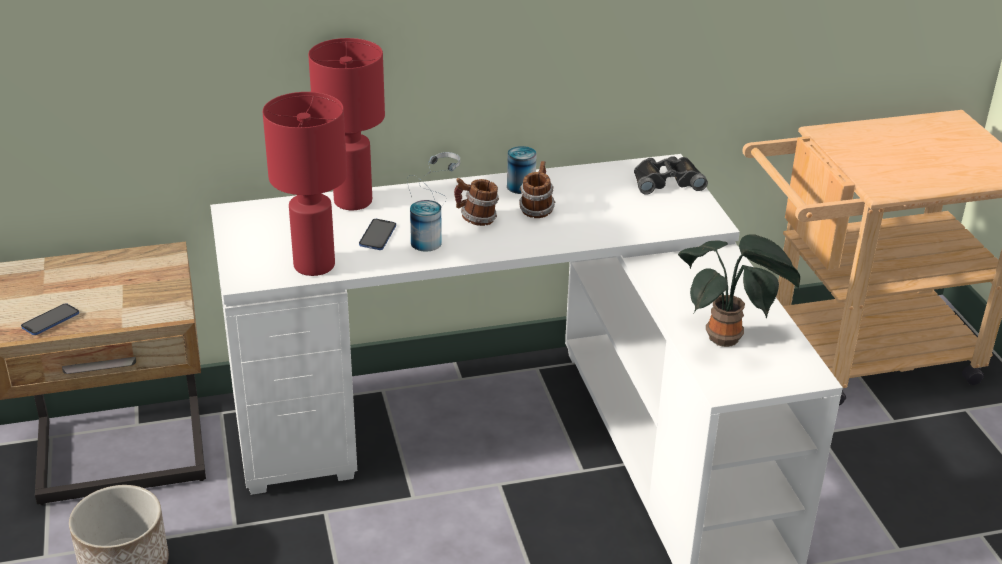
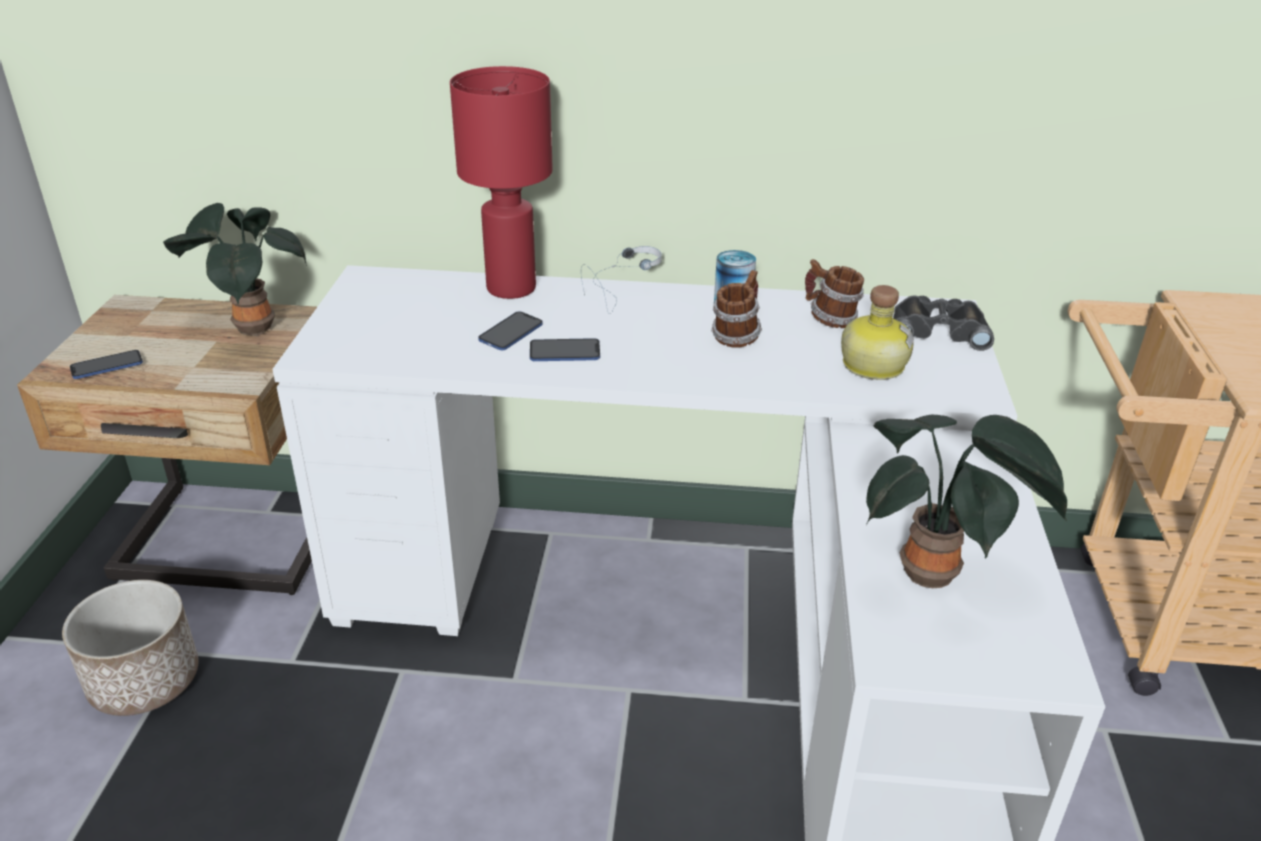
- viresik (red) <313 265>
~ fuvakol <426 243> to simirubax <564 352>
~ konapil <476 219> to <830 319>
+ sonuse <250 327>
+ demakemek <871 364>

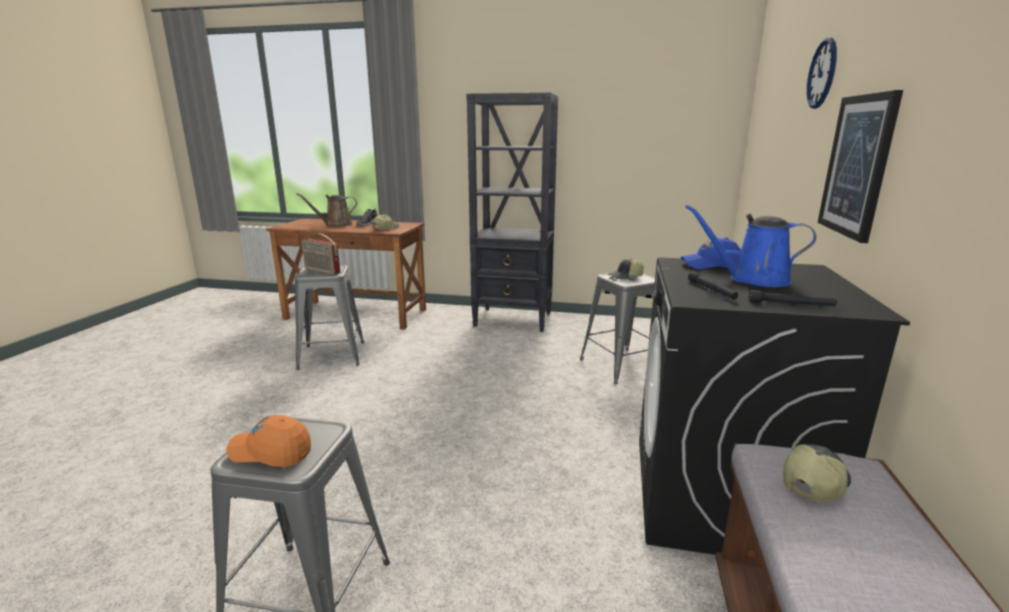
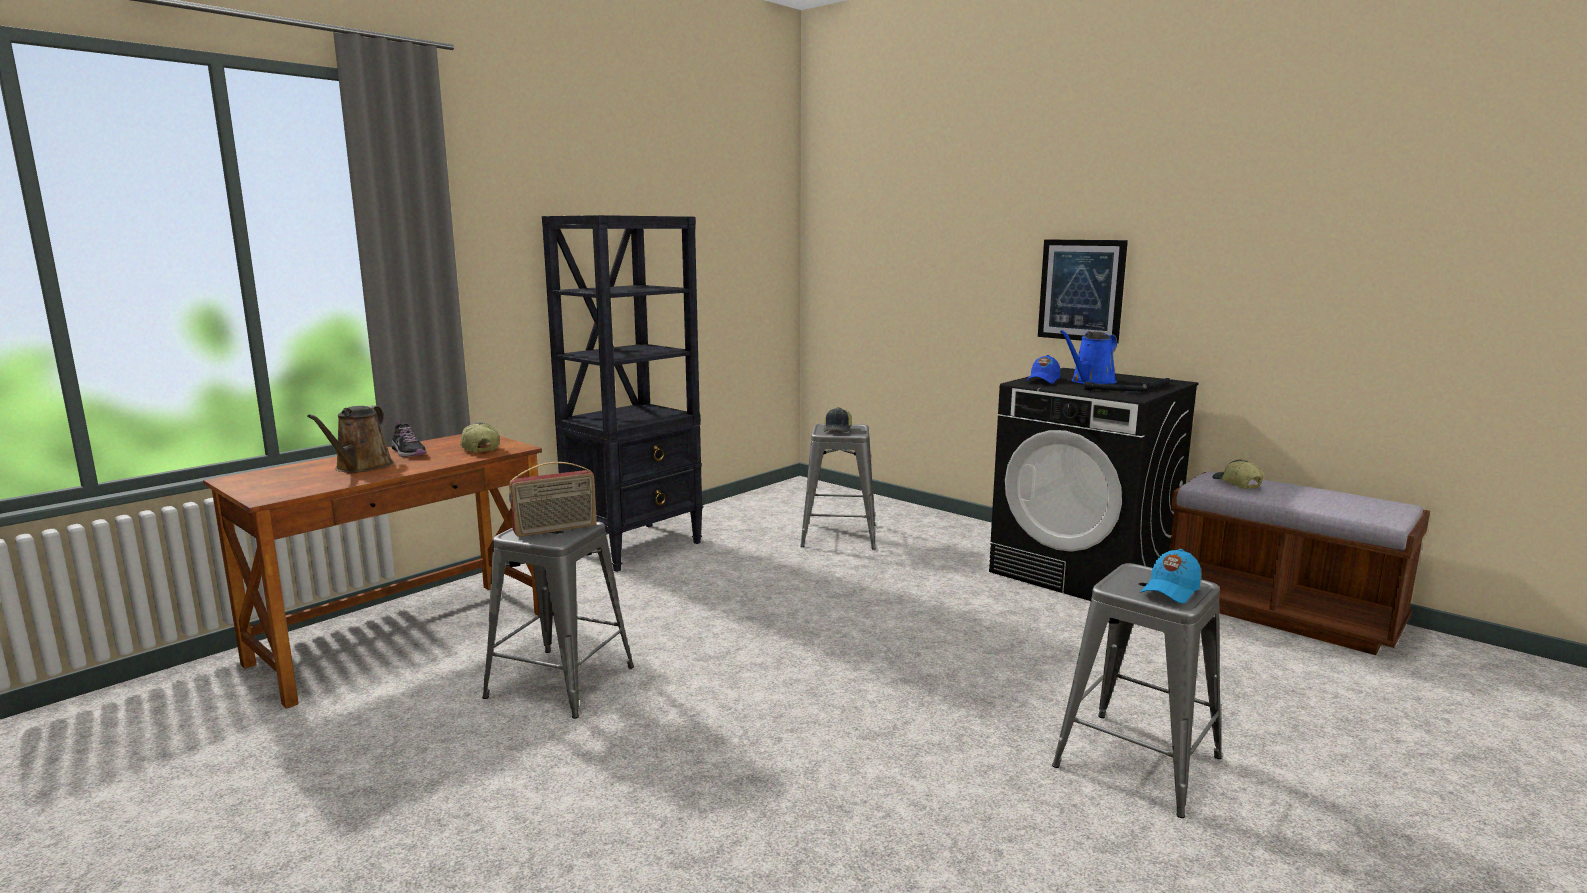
~ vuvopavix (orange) <271 452> to vuvopavix (blue) <1170 590>
- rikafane <822 73>

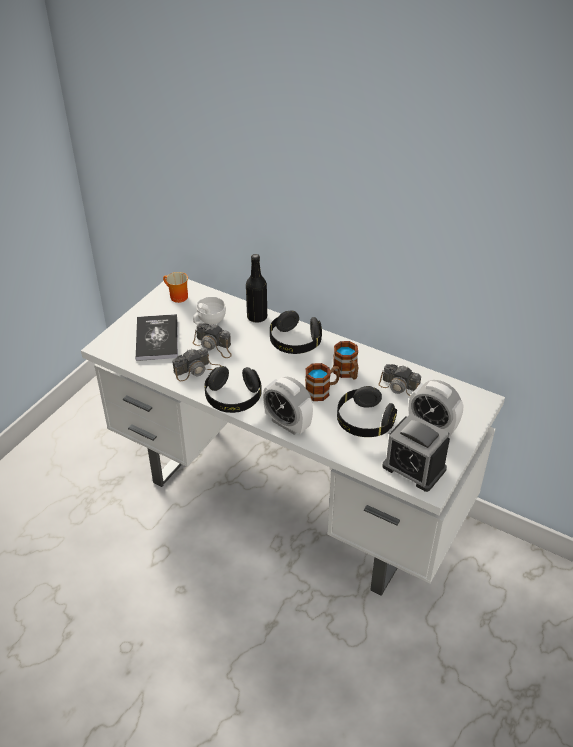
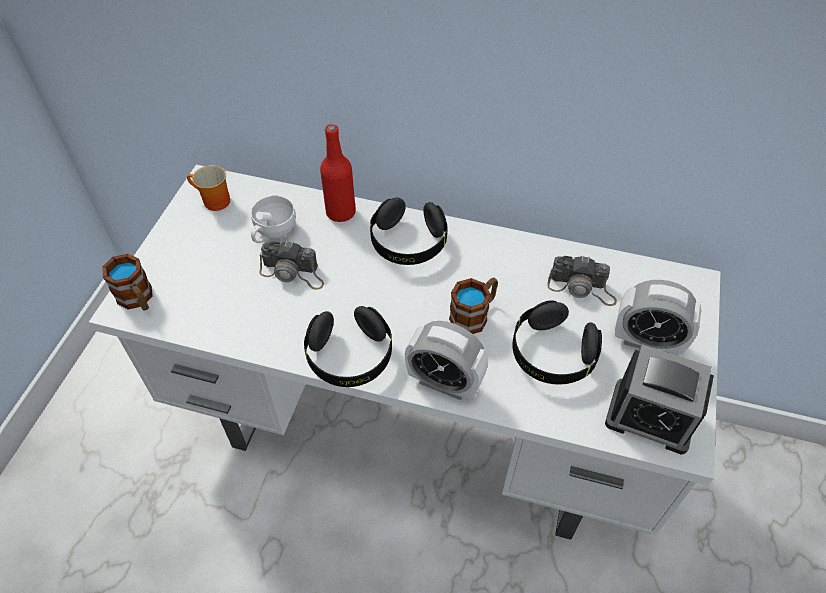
- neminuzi <157 338>
- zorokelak <197 370>
~ demakemek (black) <257 317> to demakemek (red) <341 212>
~ konapil <347 373> to <138 299>

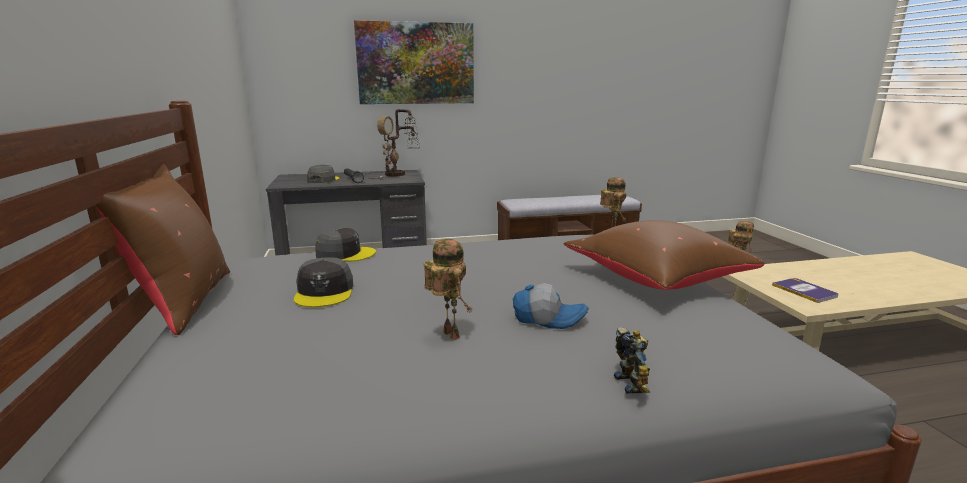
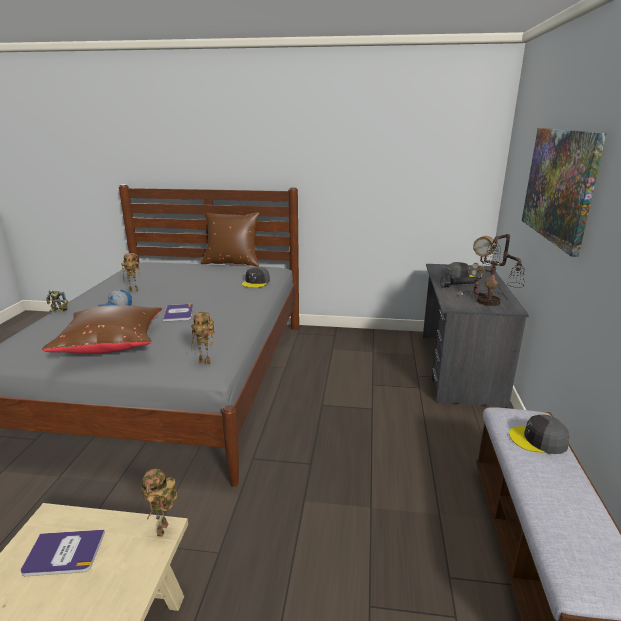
~ vuvopavix (grey) <325 292> to <538 440>
+ neminuzi <178 313>

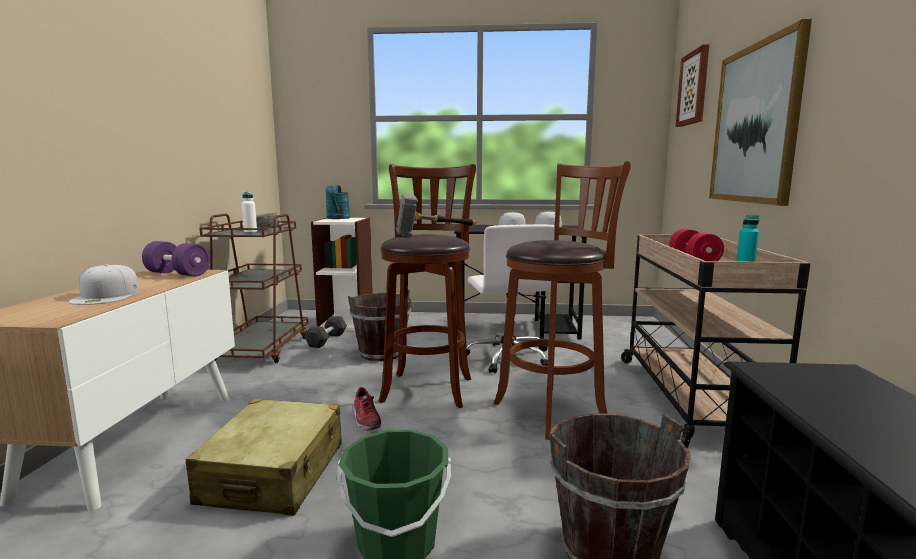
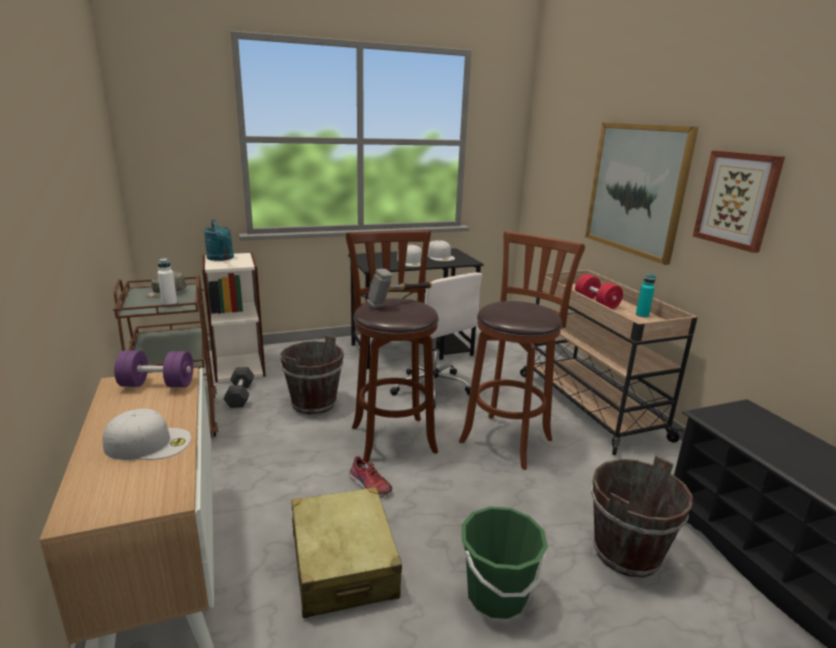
~ vuvopavix (white) <107 296> = <149 443> 60 degrees counterclockwise
~ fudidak <694 88> to <737 199>

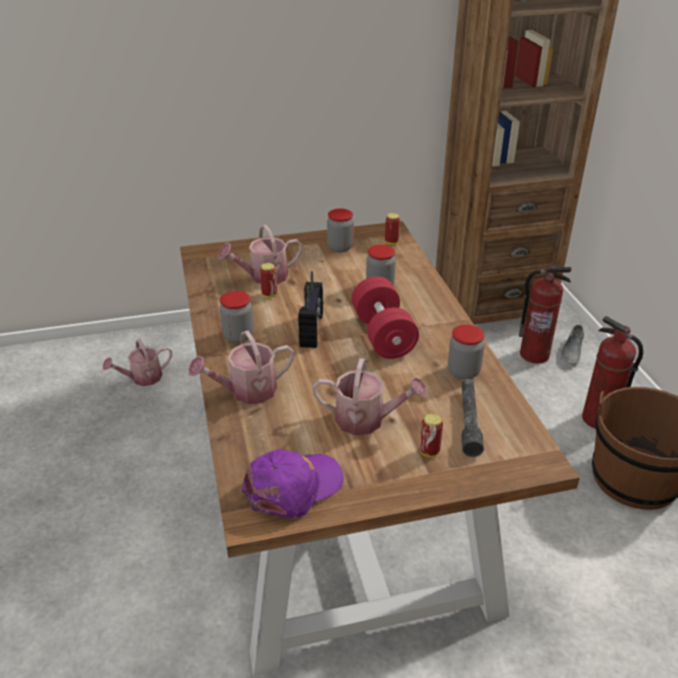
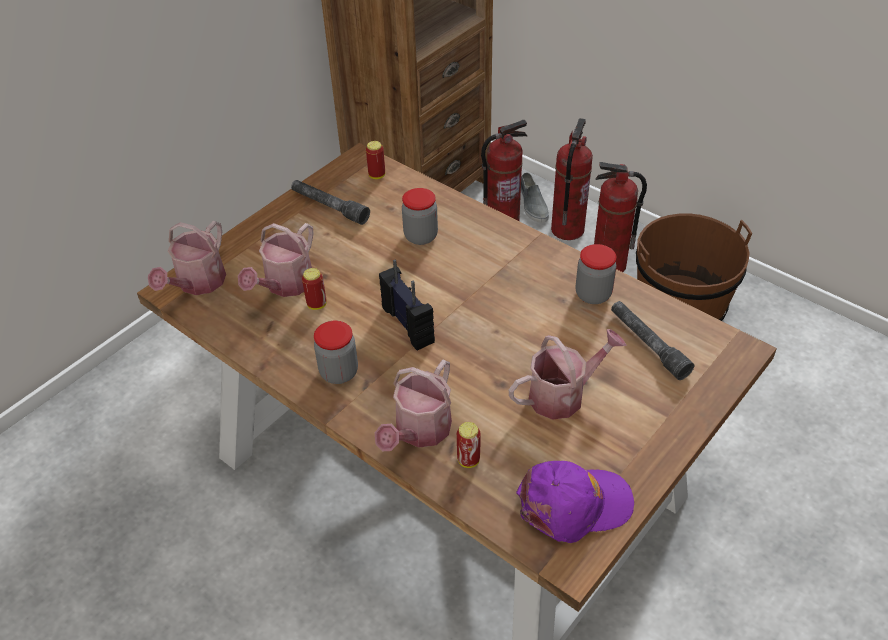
~ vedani <142 378> to <197 284>
~ vuvopavix (purple) <293 487> = <574 505> 60 degrees clockwise
~ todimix <340 247> to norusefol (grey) <329 207>
- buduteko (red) <383 335>
~ fuvakol <429 452> to <468 460>
+ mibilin <567 229>

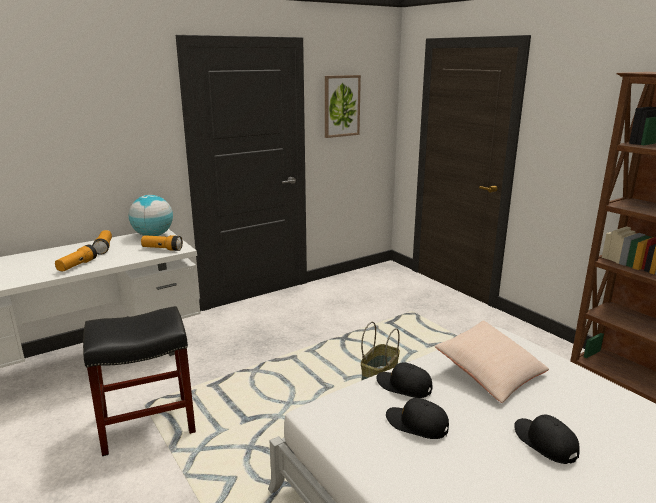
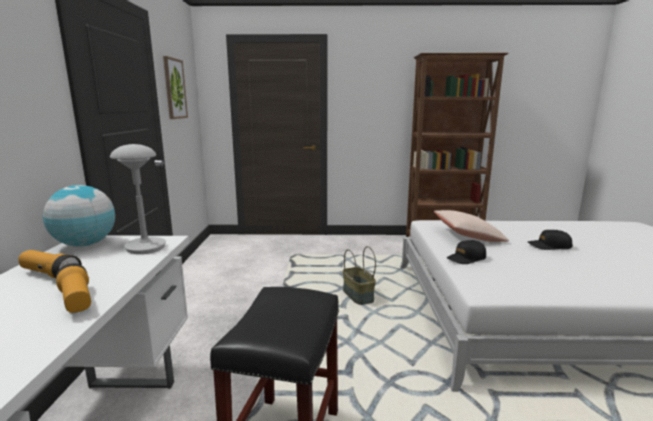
~ norusefol <162 249> to viresik (grey) <145 247>
- vuvopavix (black) <417 424>

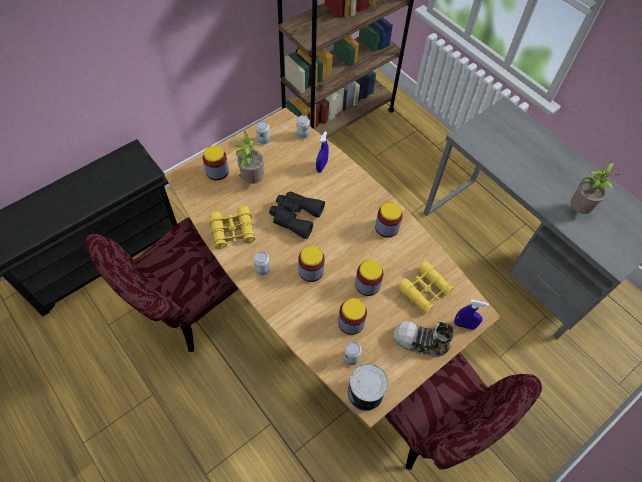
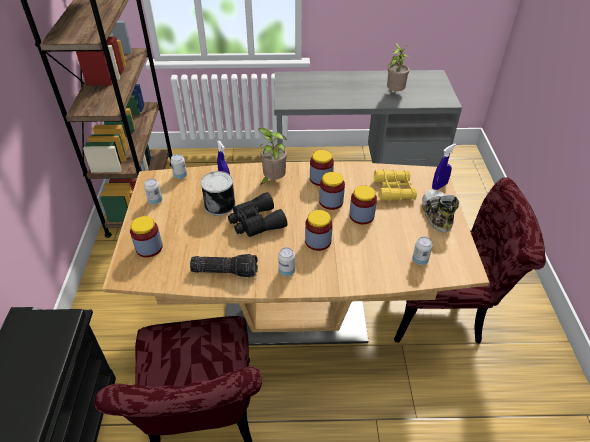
~ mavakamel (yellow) <233 231> to norusefol <226 270>
~ sonuse <251 180> to <272 180>
~ todimix <351 322> to <331 201>
~ fuvakol <366 393> to <220 204>
~ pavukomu <421 342> = <436 215> 120 degrees clockwise

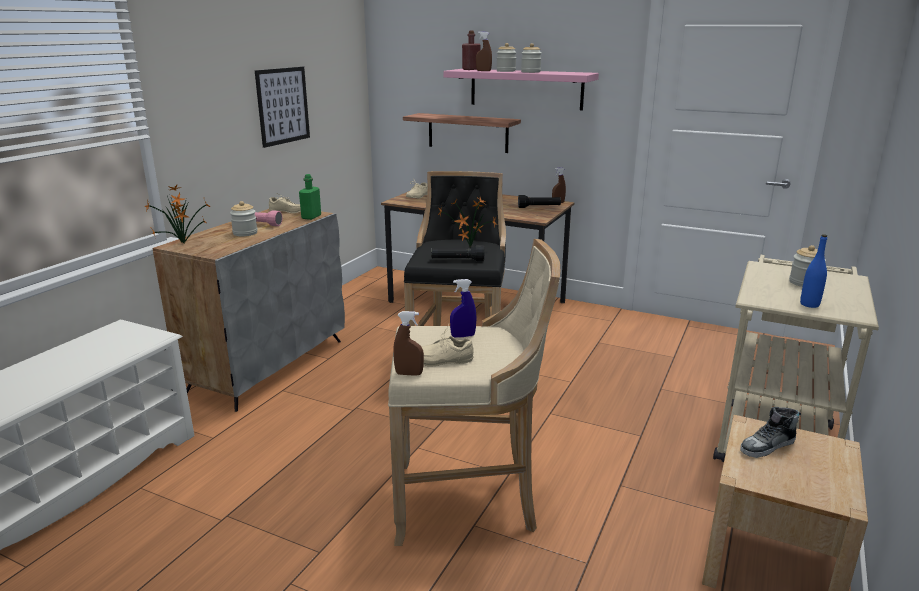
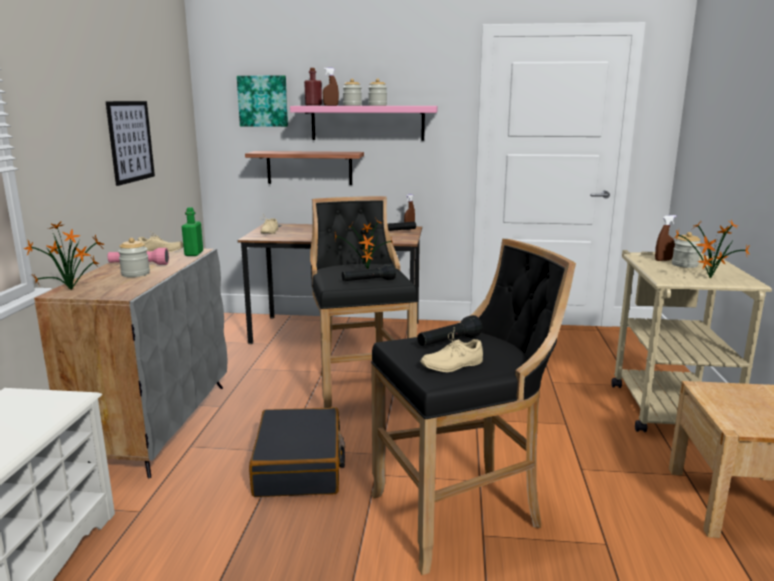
~ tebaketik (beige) <469 501> to tebaketik (black) <462 514>
~ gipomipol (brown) <409 374> to <663 260>
~ gipomipol (blue) <463 336> to norusefol (black) <448 342>
- pavukomu <767 446>
~ demakemek (blue) <809 304> to sonuse <708 279>
+ fudidak <263 101>
+ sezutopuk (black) <300 466>

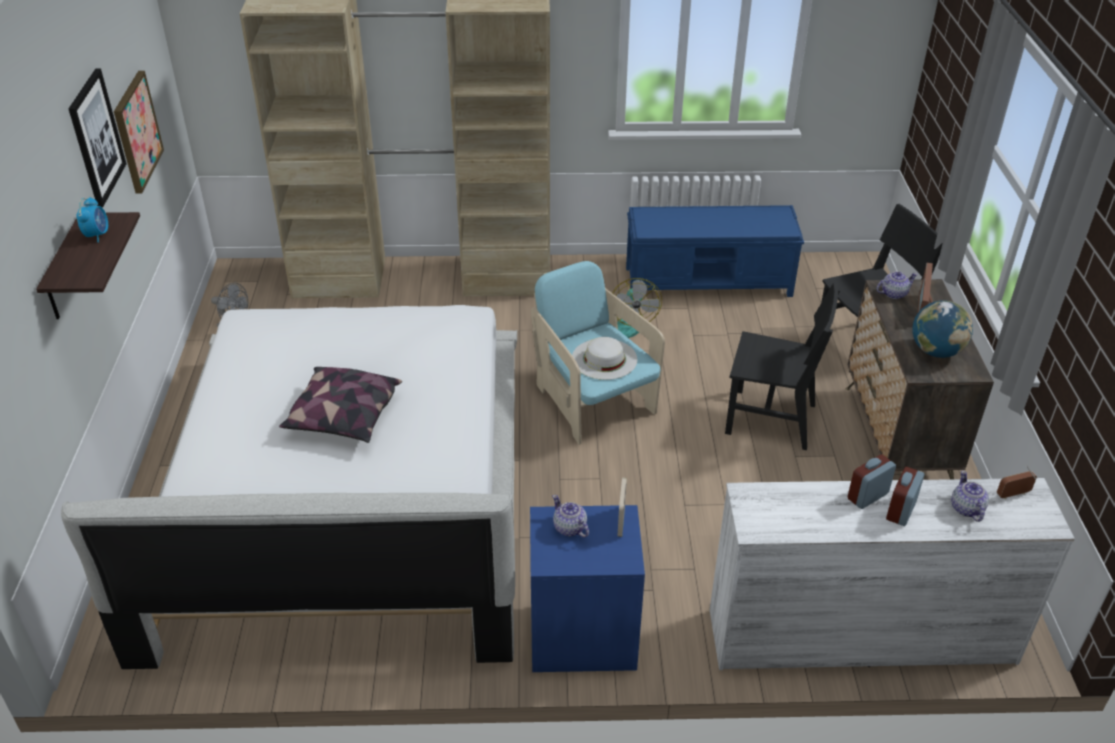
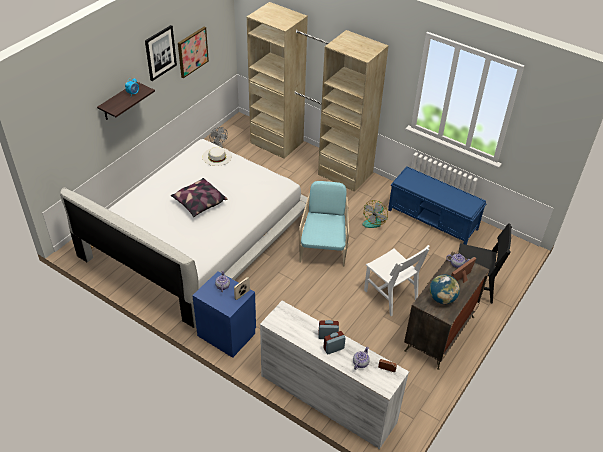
~ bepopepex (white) <604 359> to <217 156>
~ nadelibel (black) <770 419> to nadelibel (white) <390 295>

